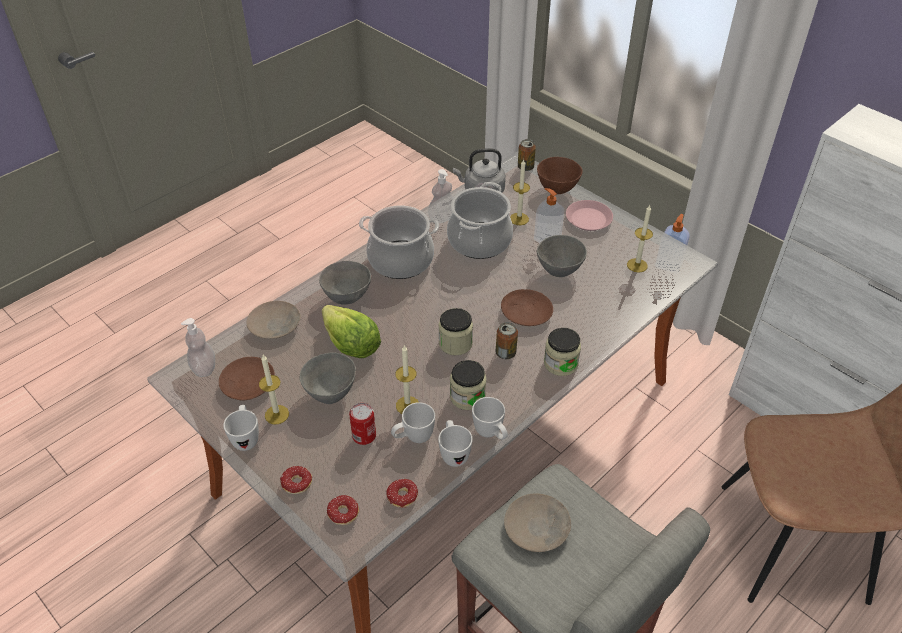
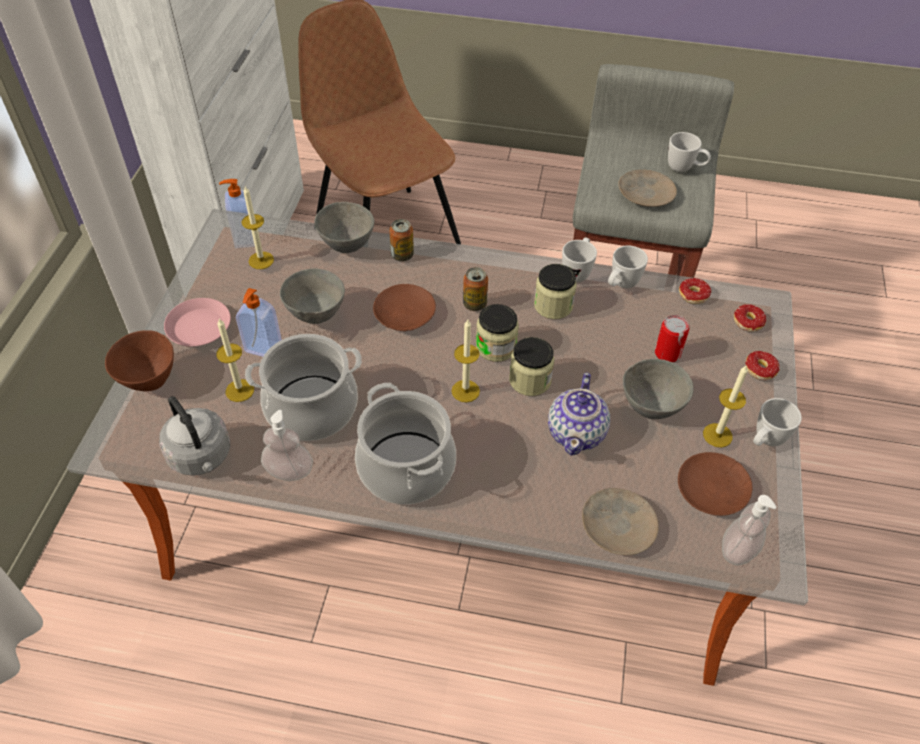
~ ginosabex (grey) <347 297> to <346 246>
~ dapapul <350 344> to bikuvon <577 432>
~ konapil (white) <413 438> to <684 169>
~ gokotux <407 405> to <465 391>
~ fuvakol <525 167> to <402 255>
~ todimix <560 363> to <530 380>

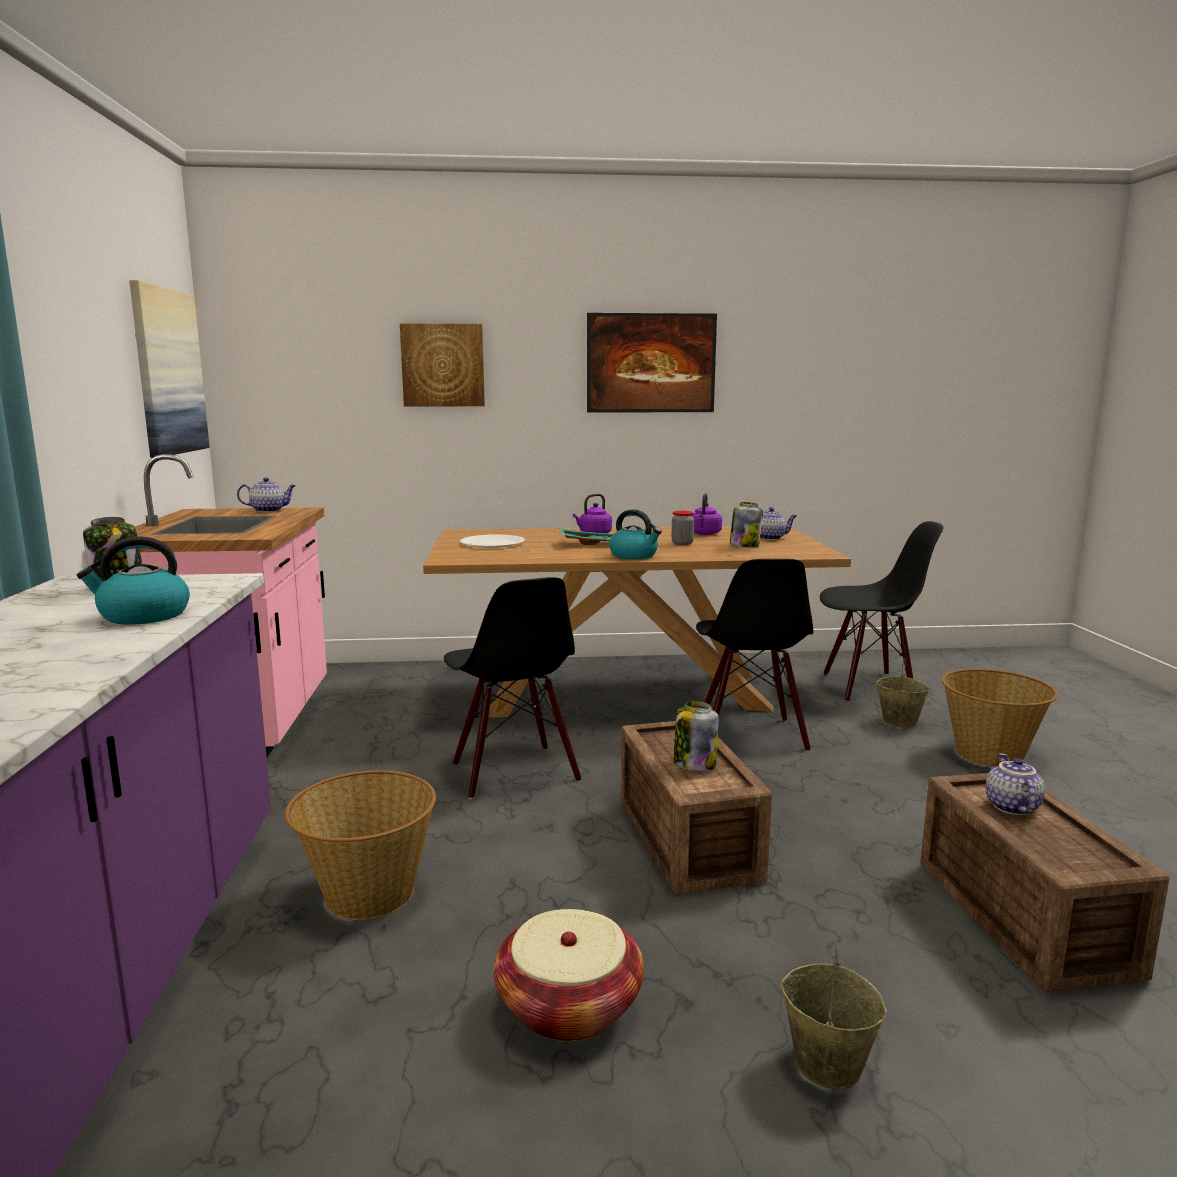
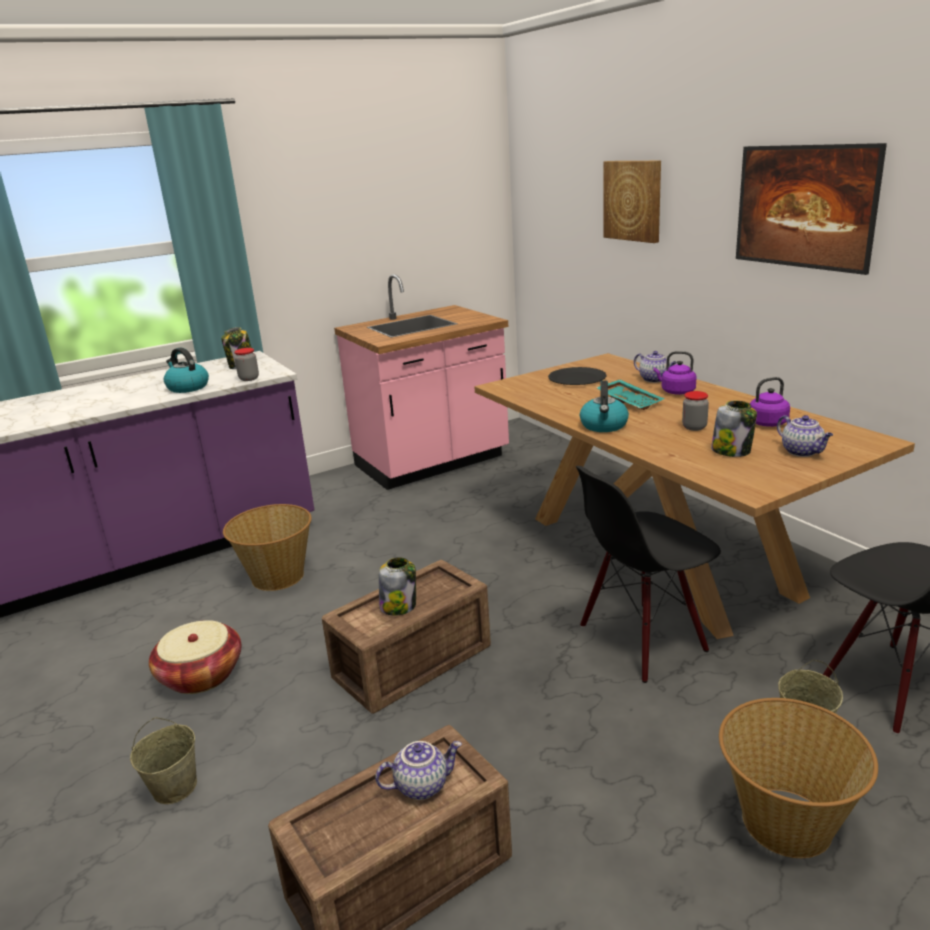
- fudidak <168 372>
~ bikuvon <269 510> to <655 379>
- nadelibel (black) <513 771>
~ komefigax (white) <492 543> to komefigax (black) <577 378>
+ todimix <249 378>

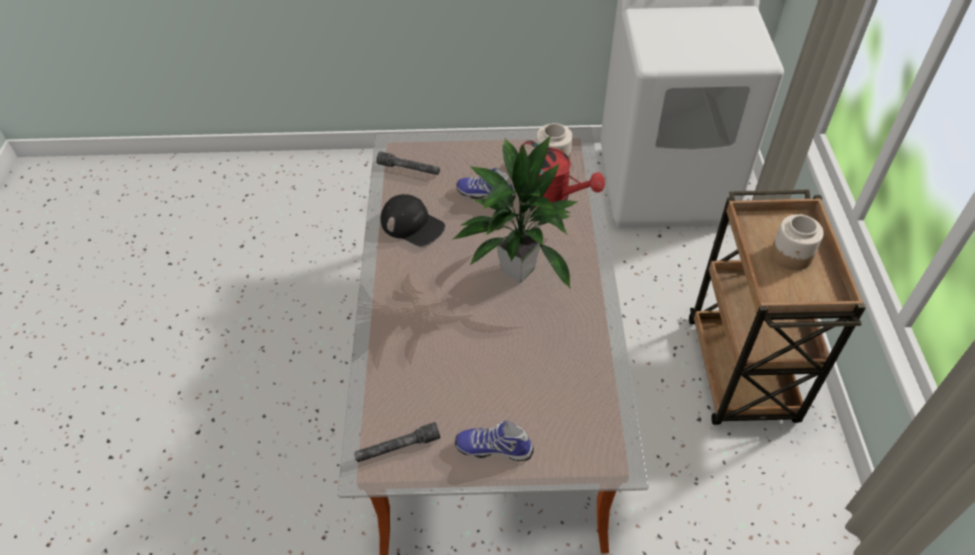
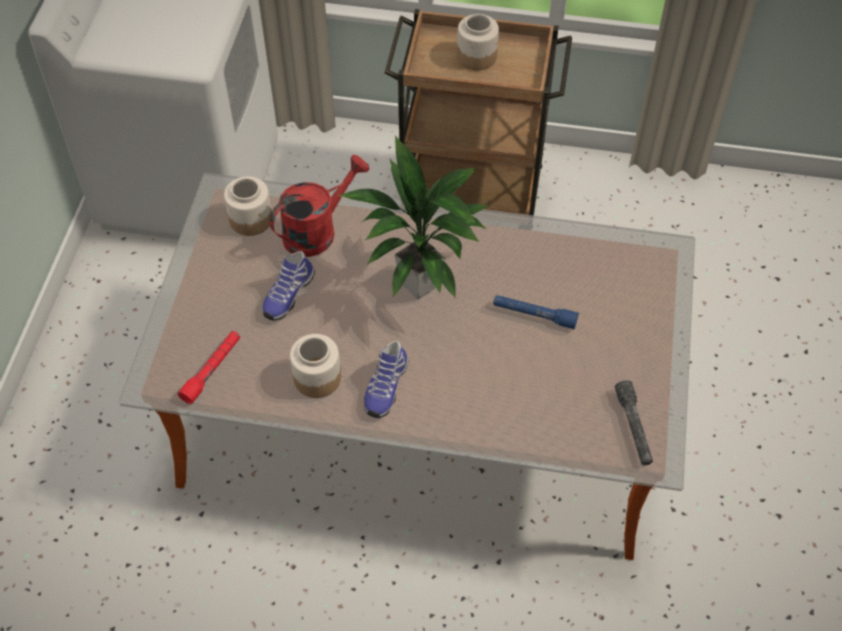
~ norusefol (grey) <409 169> to norusefol (red) <212 370>
~ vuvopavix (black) <412 225> to todimix <316 378>
~ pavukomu <494 447> to <385 387>
+ norusefol (blue) <534 315>

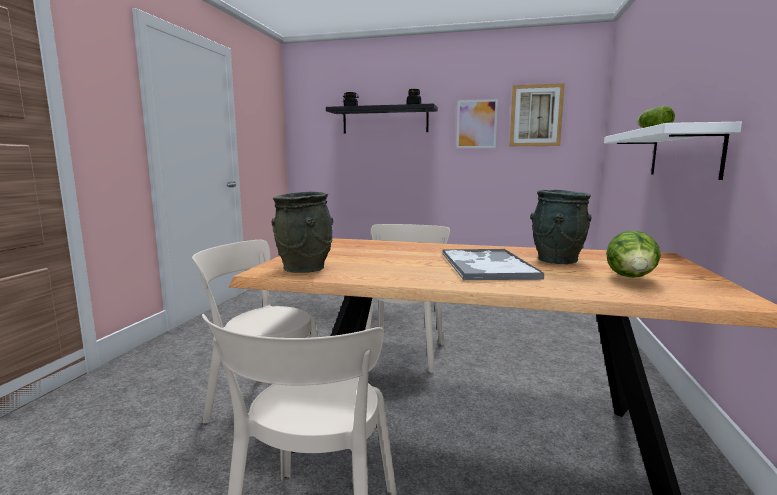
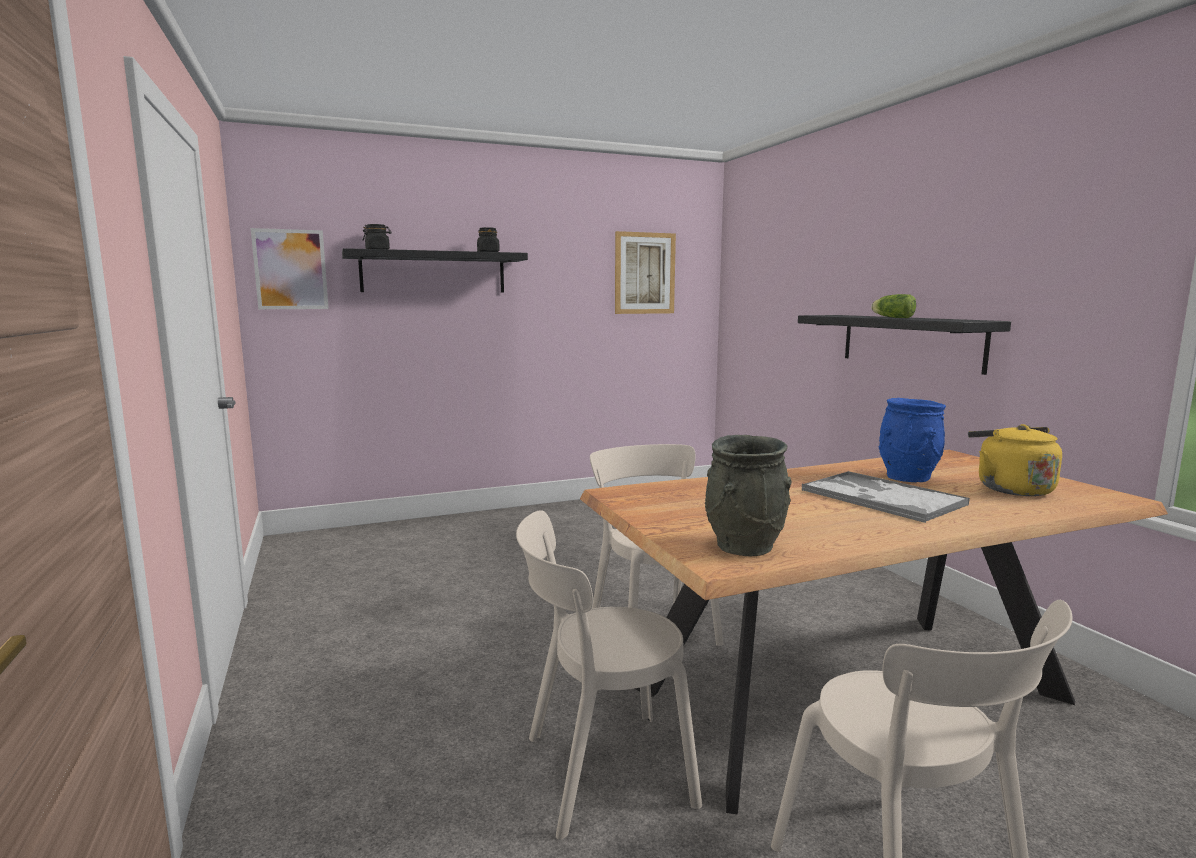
~ fudidak <476 124> to <290 269>
~ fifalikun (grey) <556 260> to fifalikun (blue) <908 477>
~ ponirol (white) <684 153> to ponirol (black) <910 341>
~ dapapul <631 278> to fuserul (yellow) <1010 488>

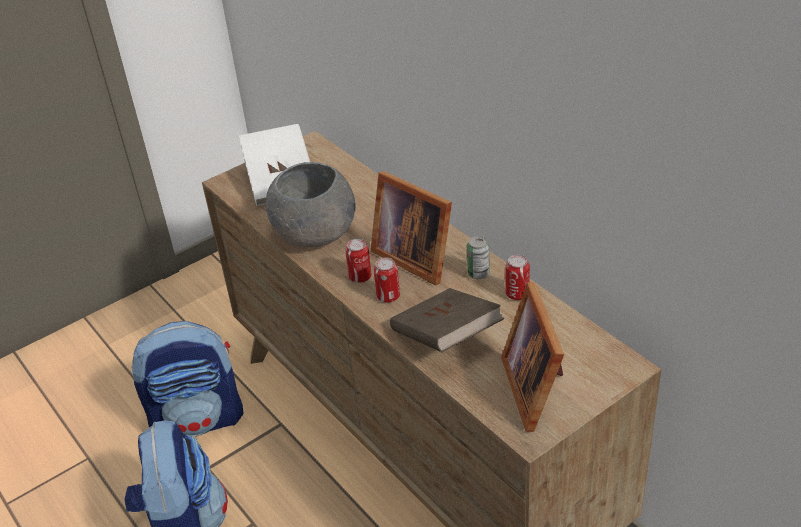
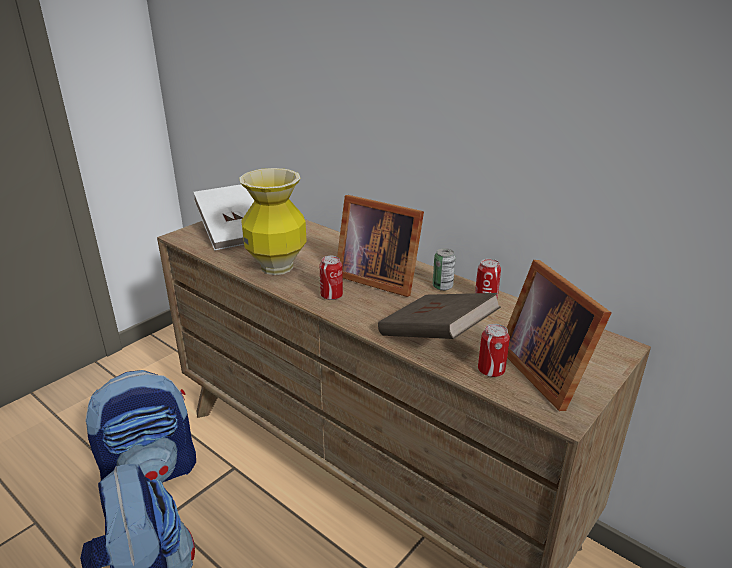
~ ginosabex (grey) <315 234> to fifalikun <277 267>
~ fuvakol <388 296> to <491 370>

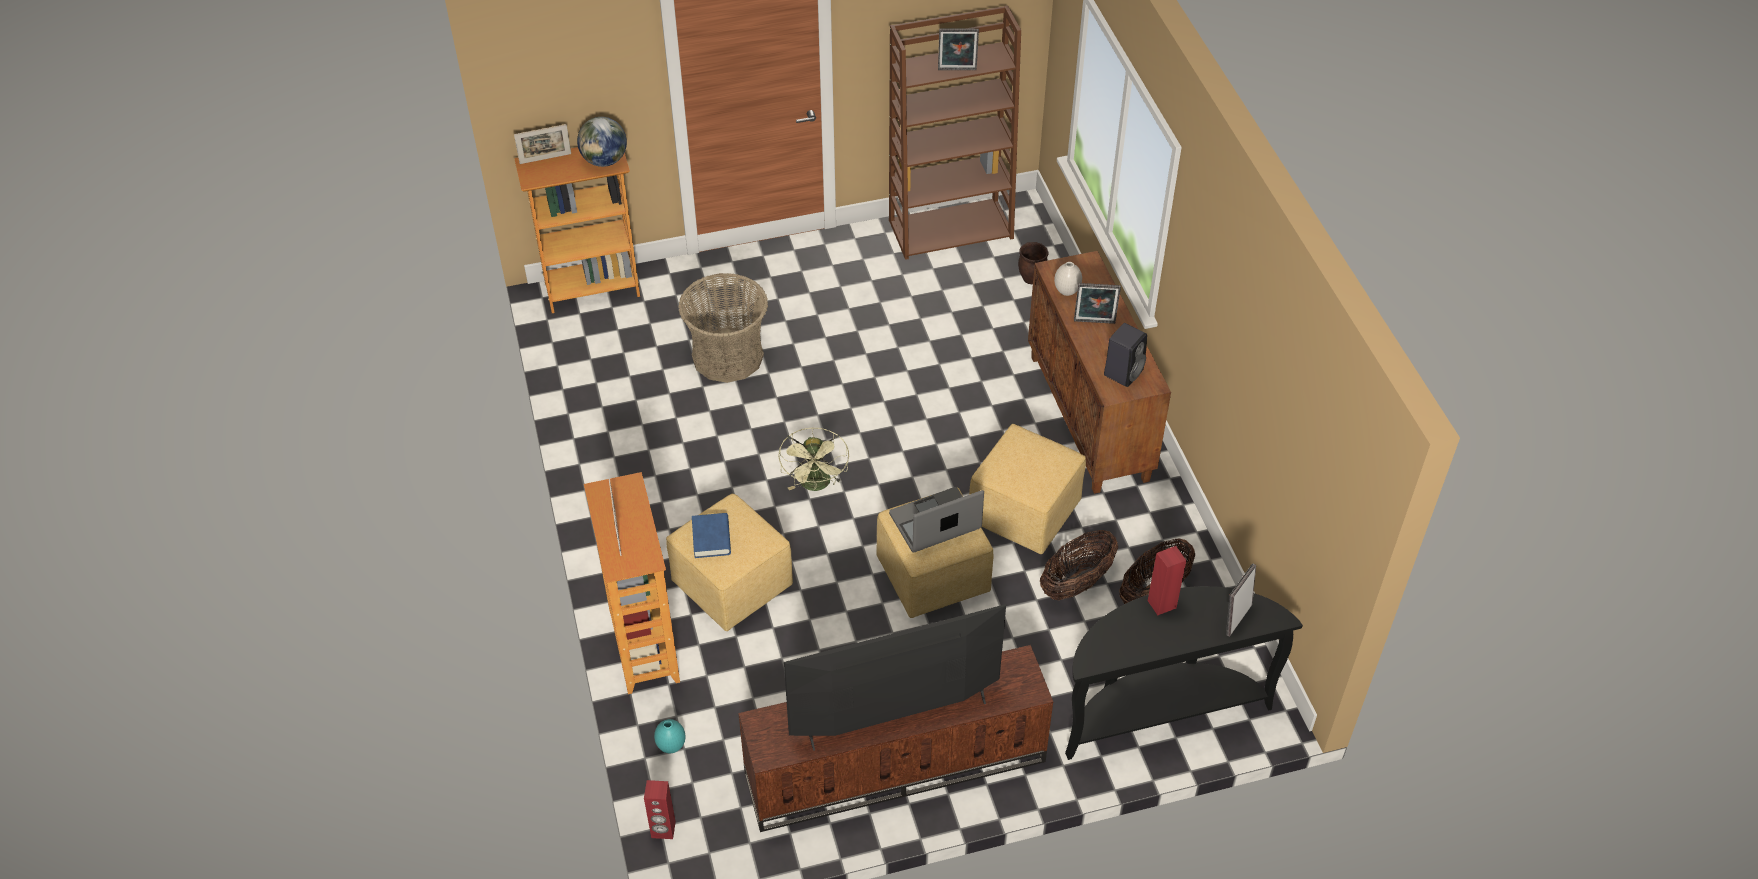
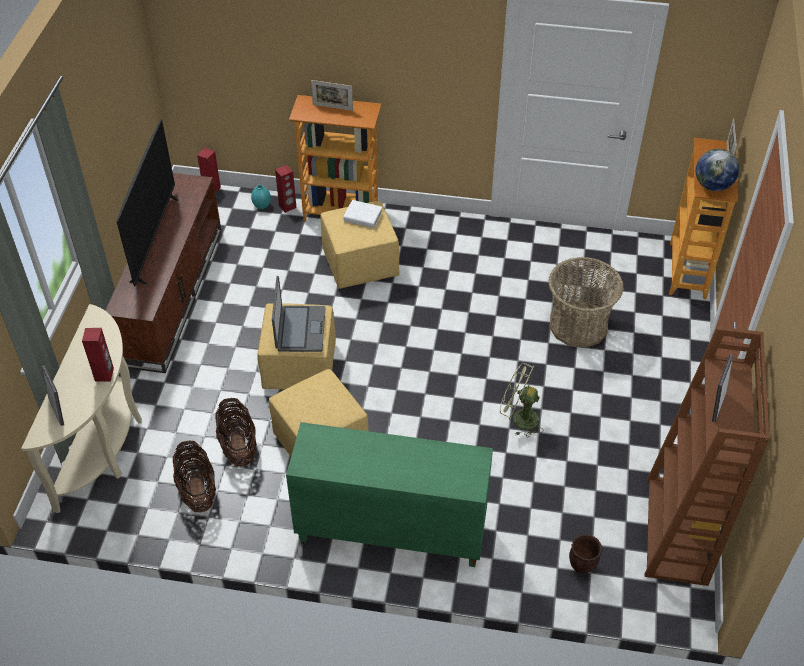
~ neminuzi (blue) <711 538> to neminuzi (white) <363 217>
~ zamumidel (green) <816 485> to <519 418>
~ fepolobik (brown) <1090 418> to fepolobik (green) <390 532>
- fifalikun (white) <1067 291>
~ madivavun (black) <1159 710> to madivavun (beige) <105 445>
- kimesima <1094 323>
- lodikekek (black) <1123 372>
+ lodikekek (red) <287 206>

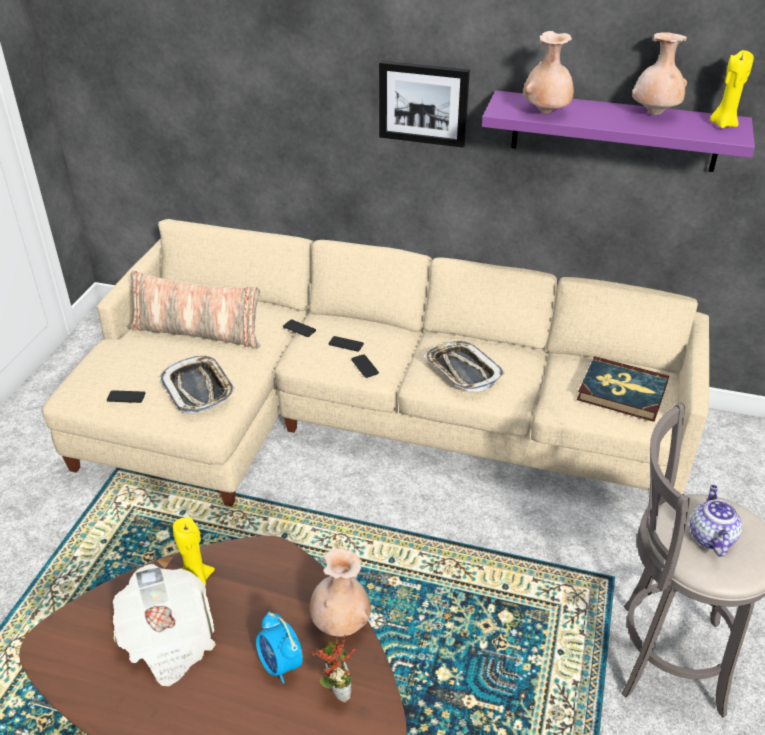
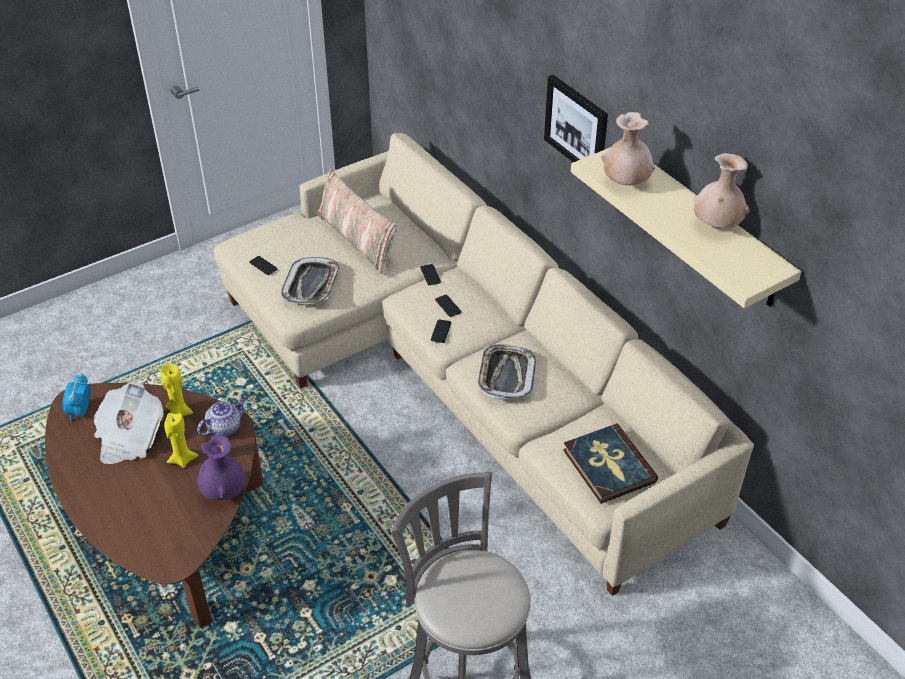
~ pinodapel <280 665> to <80 411>
~ fifalikun (beige) <341 623> to fifalikun (purple) <224 493>
- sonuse <336 690>
~ ponirol (purple) <614 131> to ponirol (beige) <702 226>
~ bikuvon <710 536> to <225 428>
~ gokotux (yellow) <723 124> to <182 459>

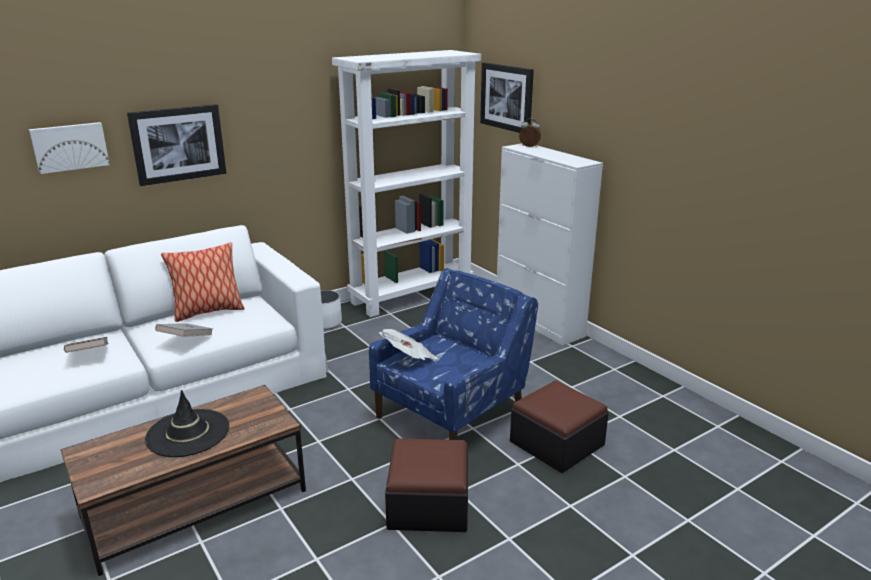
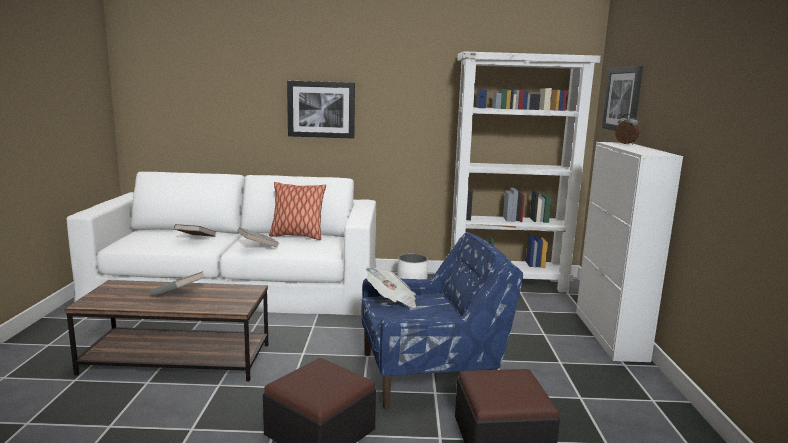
- fudidak <70 147>
~ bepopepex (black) <188 433> to neminuzi (grey) <178 295>

